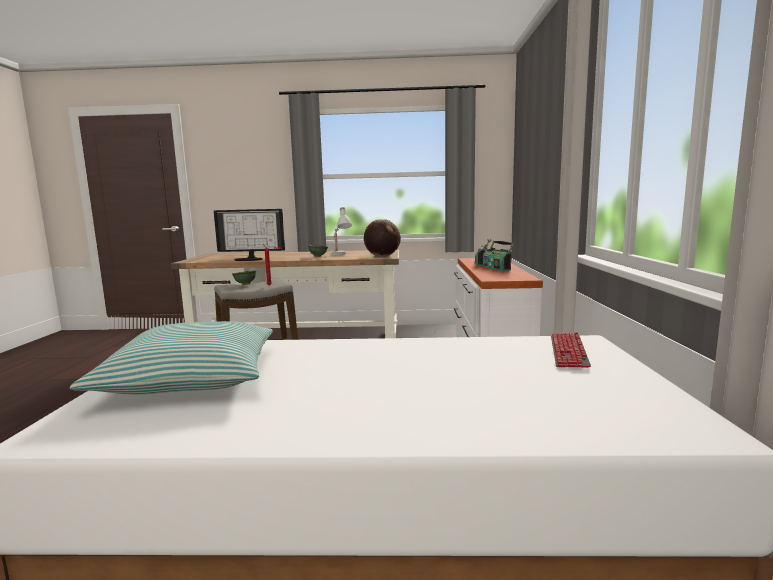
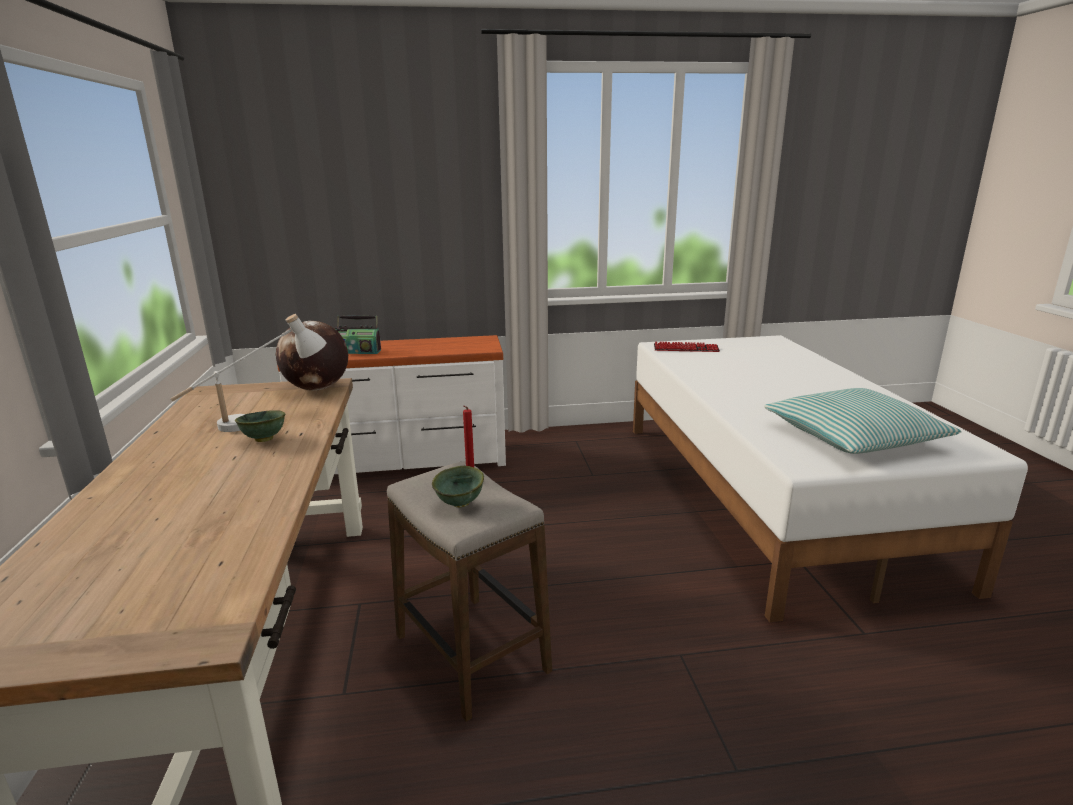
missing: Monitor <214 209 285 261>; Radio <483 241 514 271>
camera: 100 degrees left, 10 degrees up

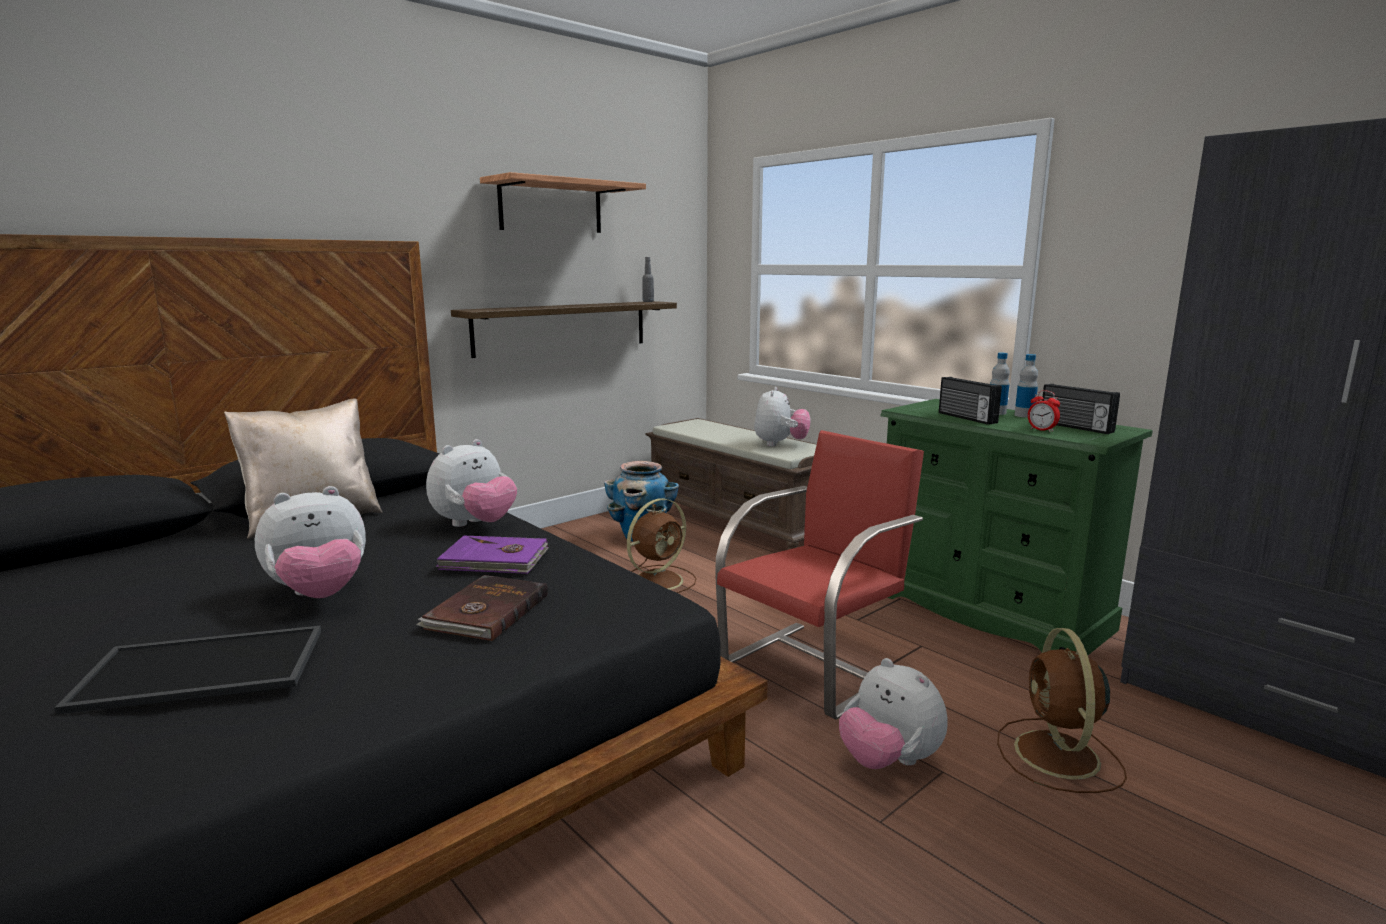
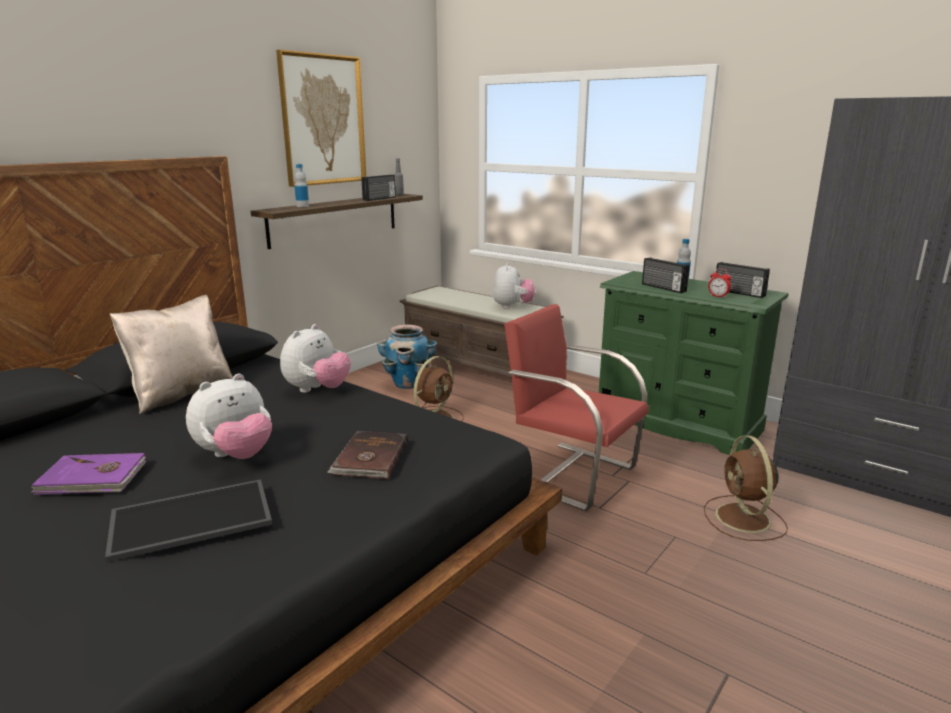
missing: Plüschtier <839 658 948 769>
appeared: Radio <362 175 396 201>
relocated: Buch [lila] <436 536 549 574> to <31 453 146 495>; Flasche <1015 354 1038 418> to <295 164 309 207>
exchanged: Wandregal <480 172 646 233> to Bild <276 50 366 187>
spun: Stuhl [rot] <716 430 924 720> = <504 304 649 511> 90 degrees counterclockwise
camera: 10 degrees left, 5 degrees up

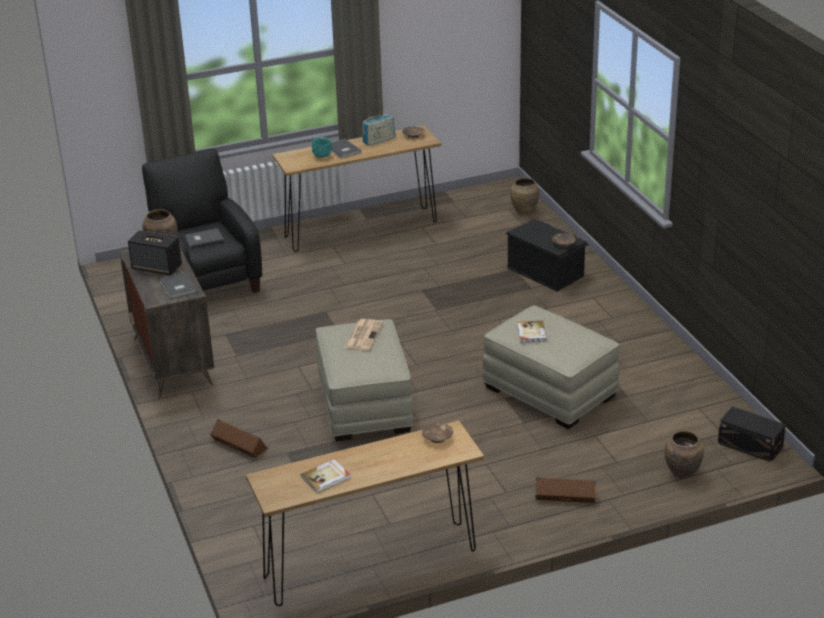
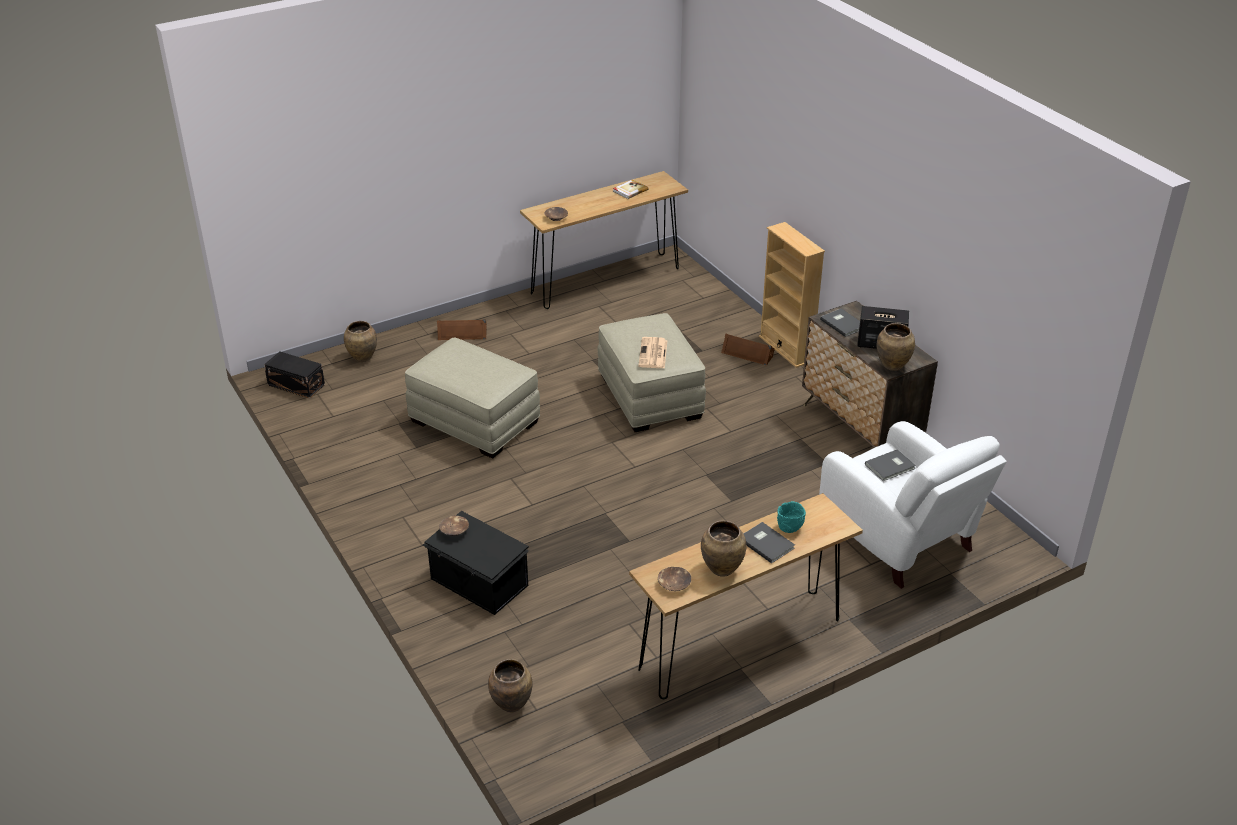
missing: Buch <517 320 547 342>
appeared: Bücherregal [beige] <759 222 825 368>
exchanged: Radio <362 115 395 146> to Vase [braun] <701 521 746 577>
colour: Sessel [schwarz] <142 148 262 293> to Sessel [weiß] <819 421 1007 589>
camera: 170 degrees right, 5 degrees up

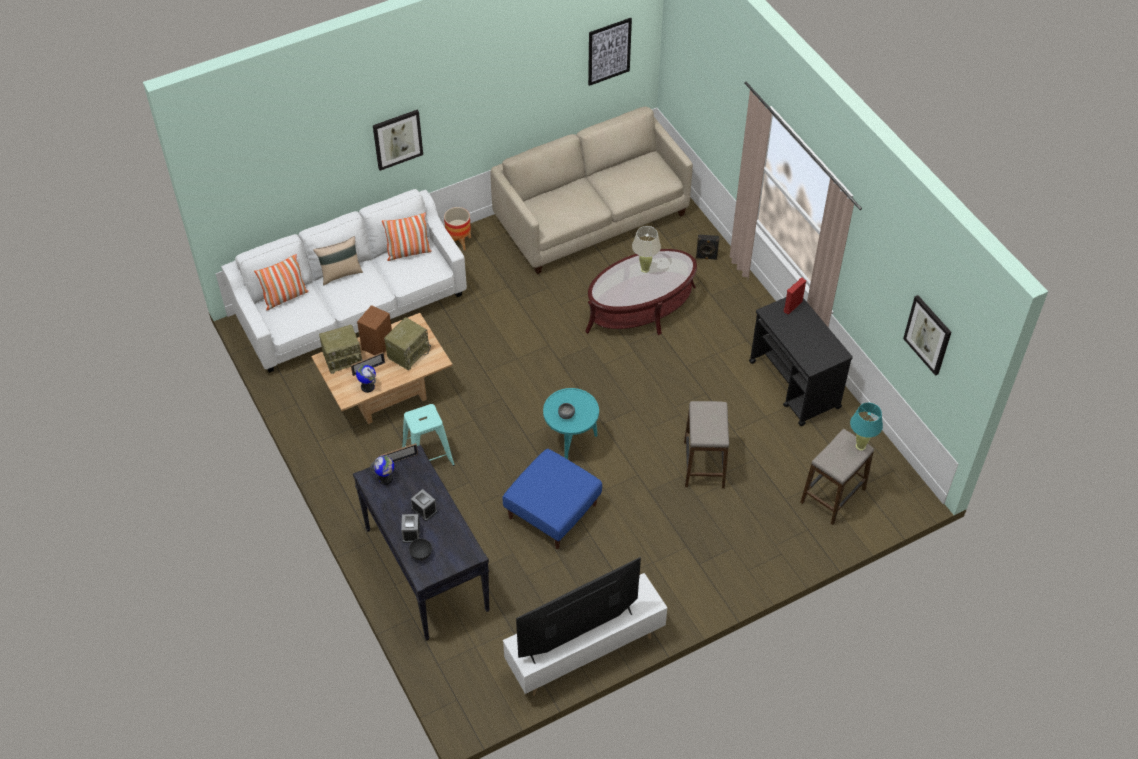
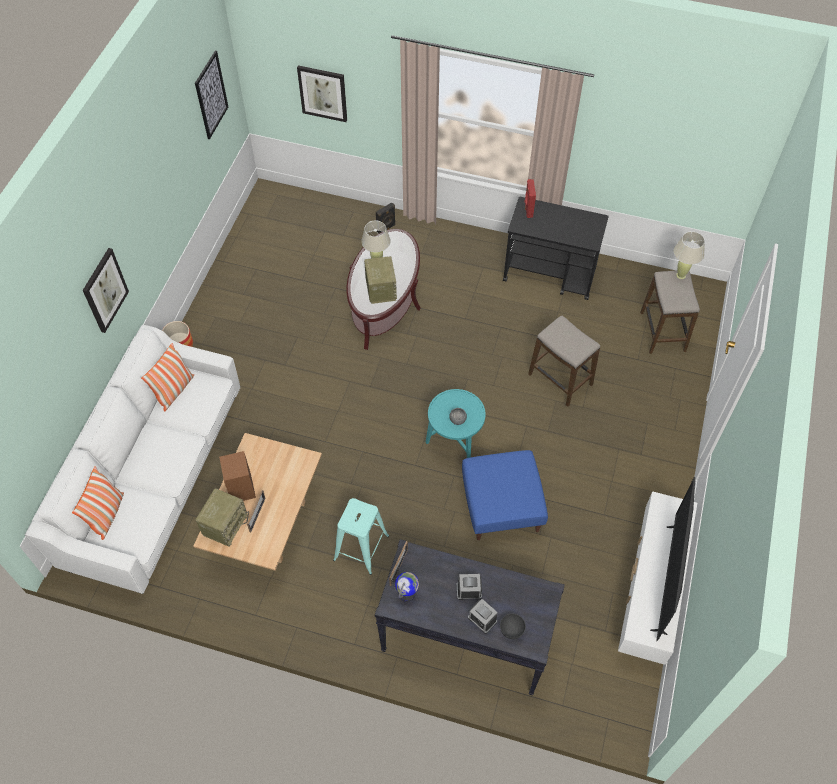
missing: Kissen [beige] <313 236 363 285>; Globus <356 364 376 393>; Sofa [beige] <491 107 693 274>
relocated: Radio <384 317 431 370> to <364 256 397 304>; Bild <903 295 951 376> to <297 65 347 122>
colour: Tischlampe [türkis] <850 403 883 451> to Tischlampe [beige] <674 231 705 279>
camera: 45 degrees left, 5 degrees up

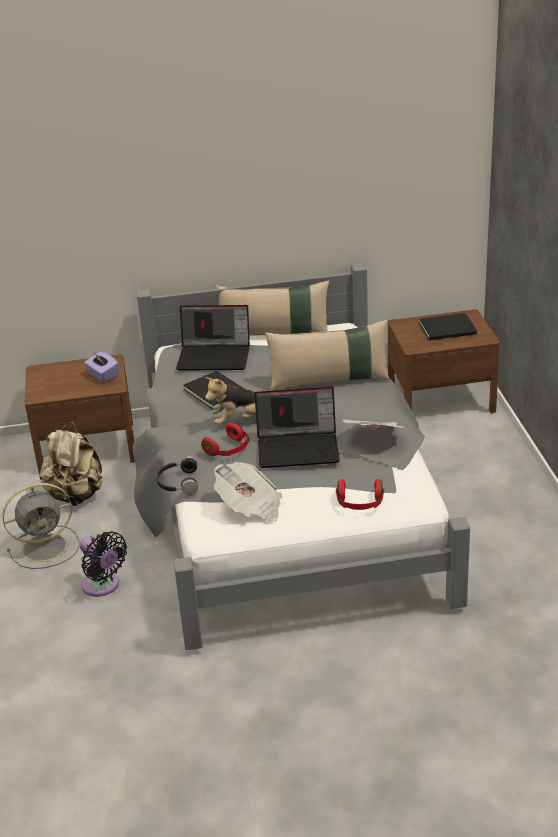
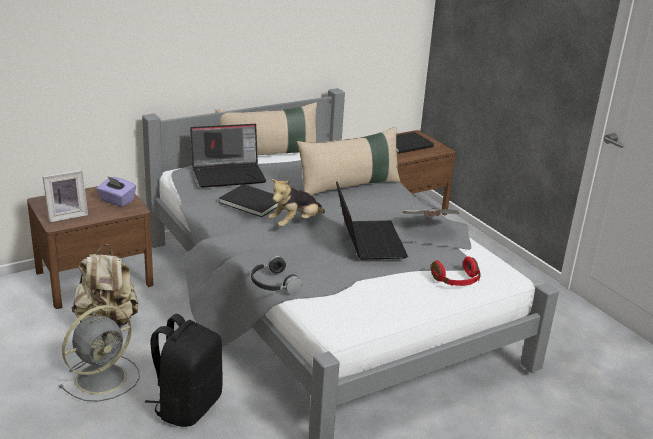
missing: Kopfhörer [rot] <201 423 250 456>; Zeitung <214 462 282 522>
appeared: Bilderrahmen <42 170 88 222>
exchanged: Ventilator [schwarz] <80 531 127 597> to Rucksack [schwarz] <145 314 222 427>
spun: Laptop <254 387 340 468> = <336 182 408 260> 75 degrees counterclockwise
camera: 25 degrees left, 5 degrees down

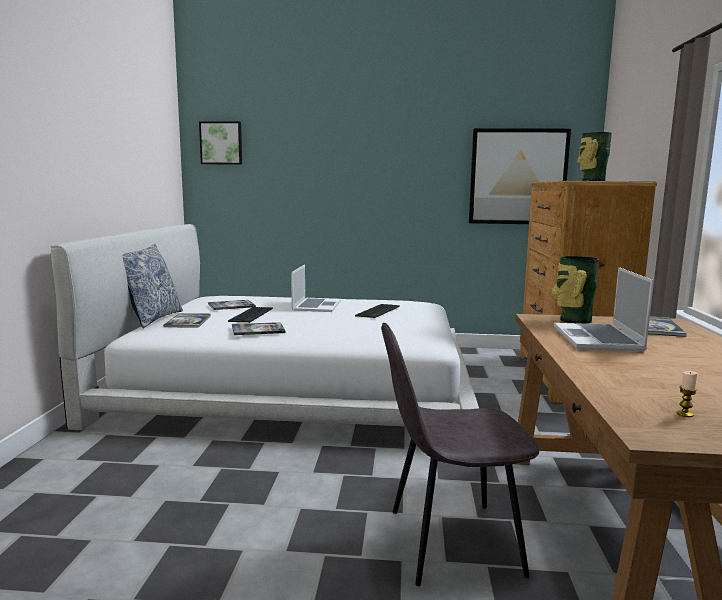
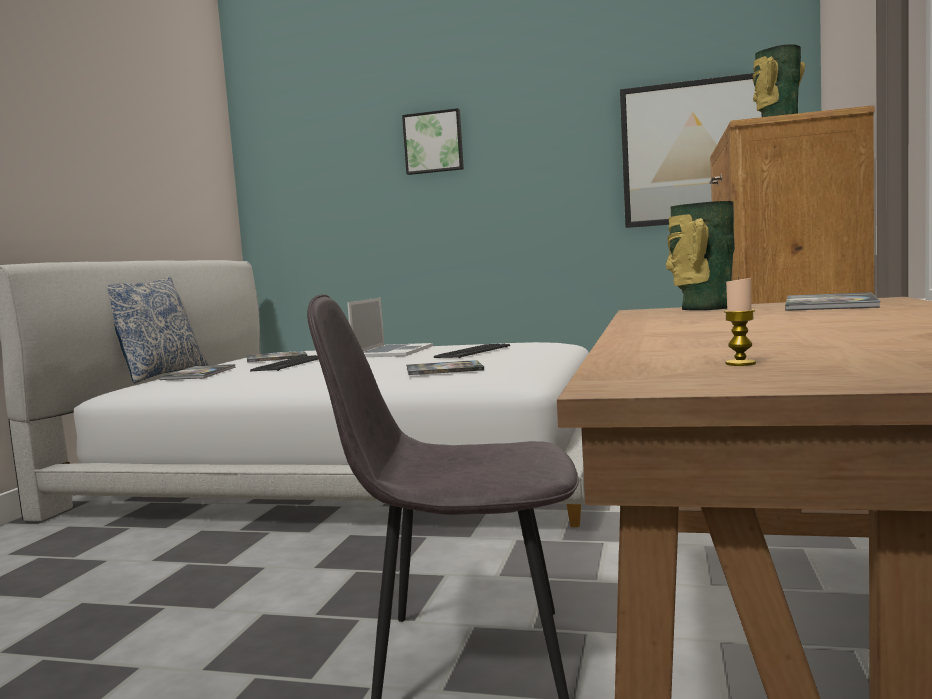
missing: Laptop <554 267 654 352>
relocated: Bild <199 121 242 165> to <402 108 464 175>; Buch <232 322 286 335> to <406 360 484 375>
camera: 10 degrees right, 5 degrees down

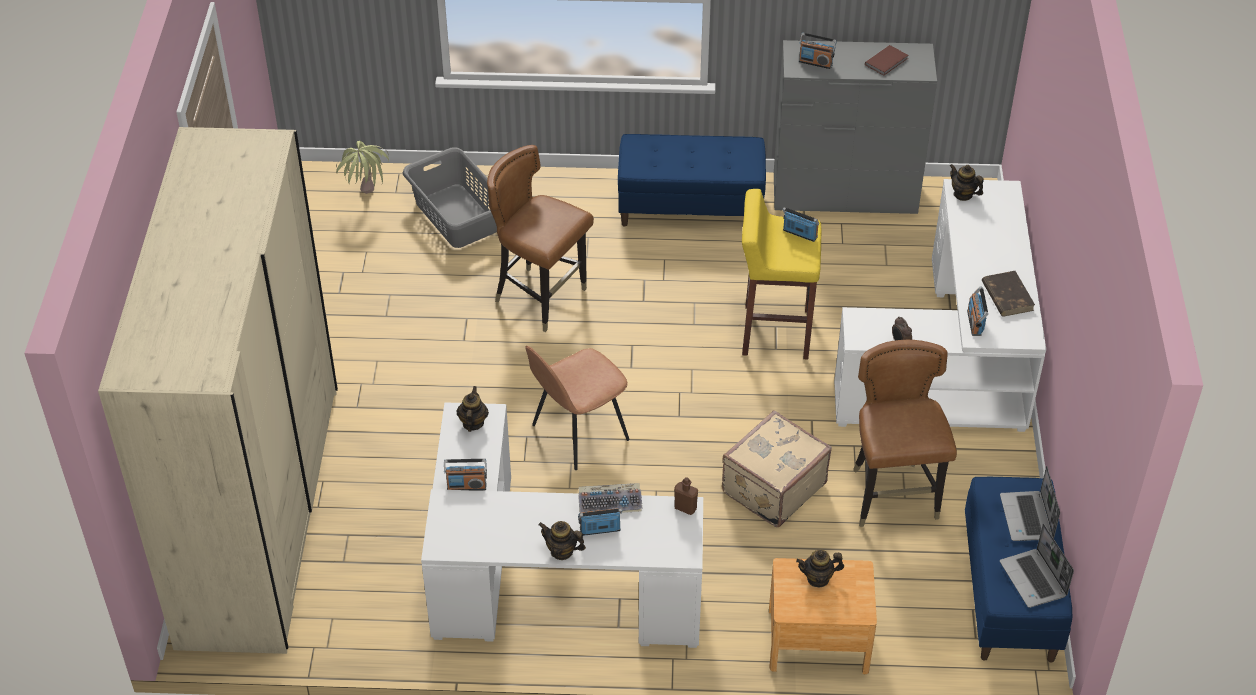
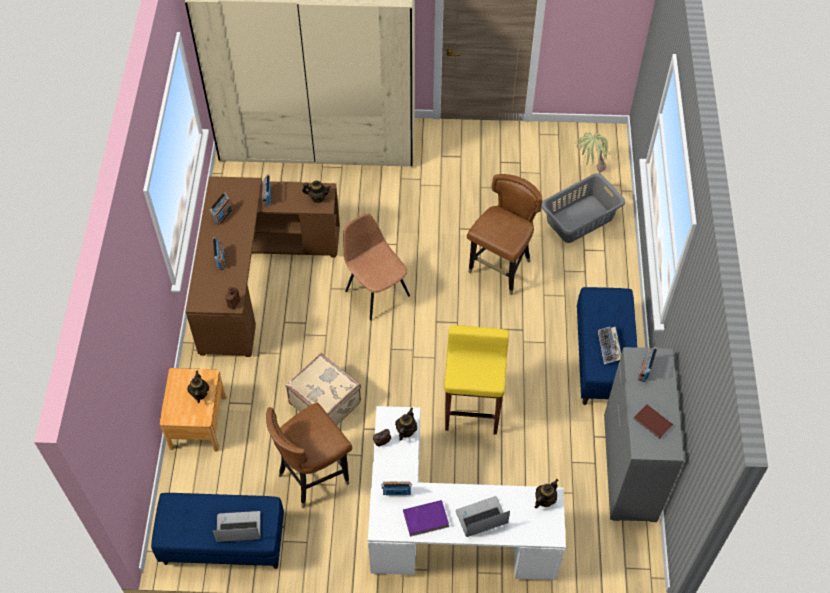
relocated: Teekanne <538 521 586 560> to <395 408 417 441>; Tastatur <578 483 643 513> to <598 327 621 364>; Radio <782 207 819 242> to <210 192 233 225>; Laptop <1000 524 1074 608> to <456 496 510 537>
colour: Schreibtisch [weiß] <421 402 703 648> to Schreibtisch [braun] <185 176 340 357>; Buch [braun] <982 271 1035 317> to Buch [lila] <403 500 449 537>
spun: Stuhl [braun] <853 340 957 527> = <266 402 352 508> 150 degrees clockwise
camera: 90 degrees right, 10 degrees up

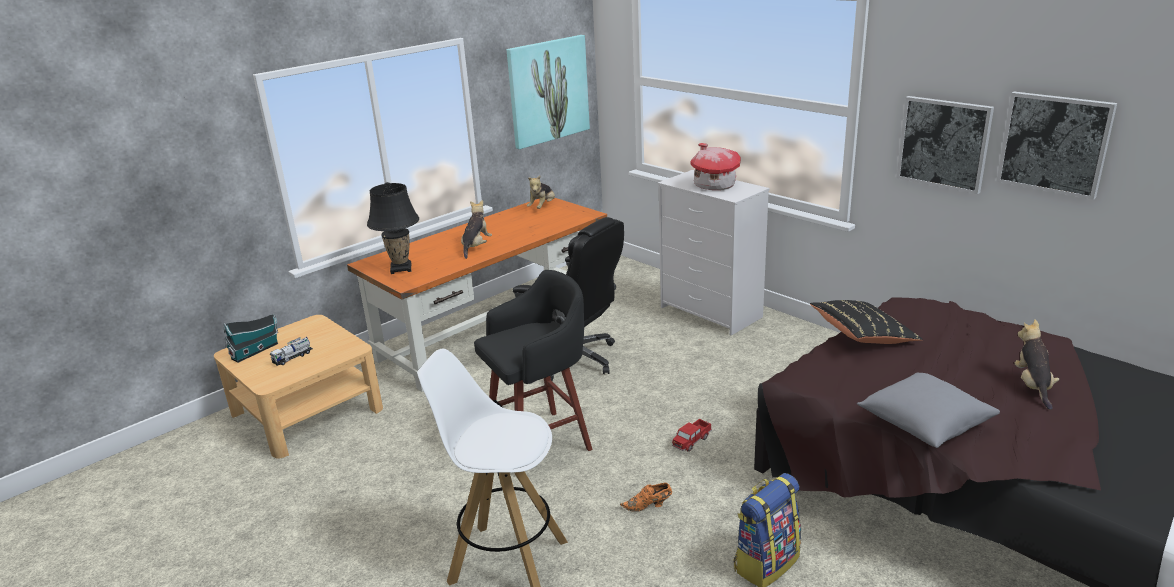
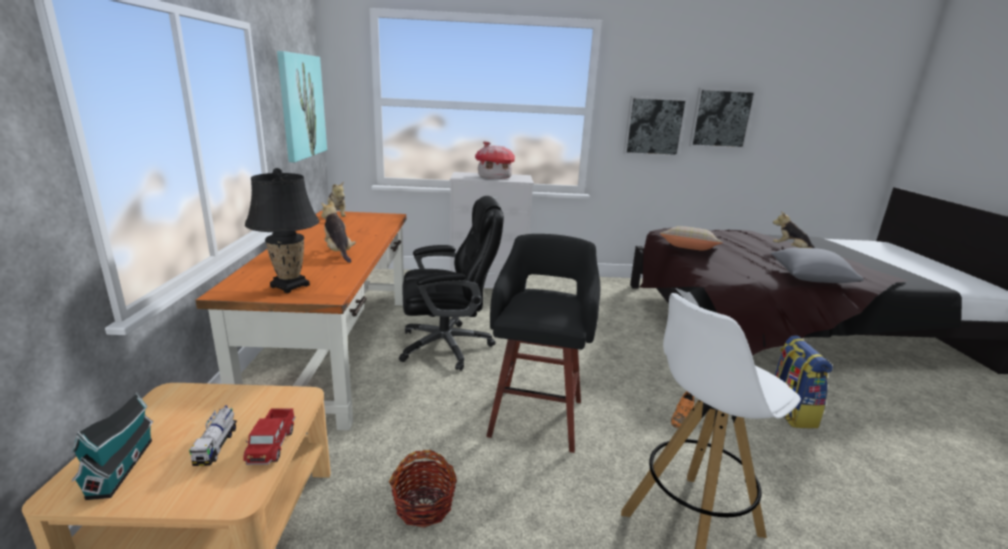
appeared: Korb <389 450 457 528>
relocated: Spielzeuglaster <672 419 712 452> to <243 408 295 465>
colour: Kissen [schwarz] <810 300 923 344> to Kissen [beige] <660 226 723 251>
camera: 50 degrees left, 5 degrees down

